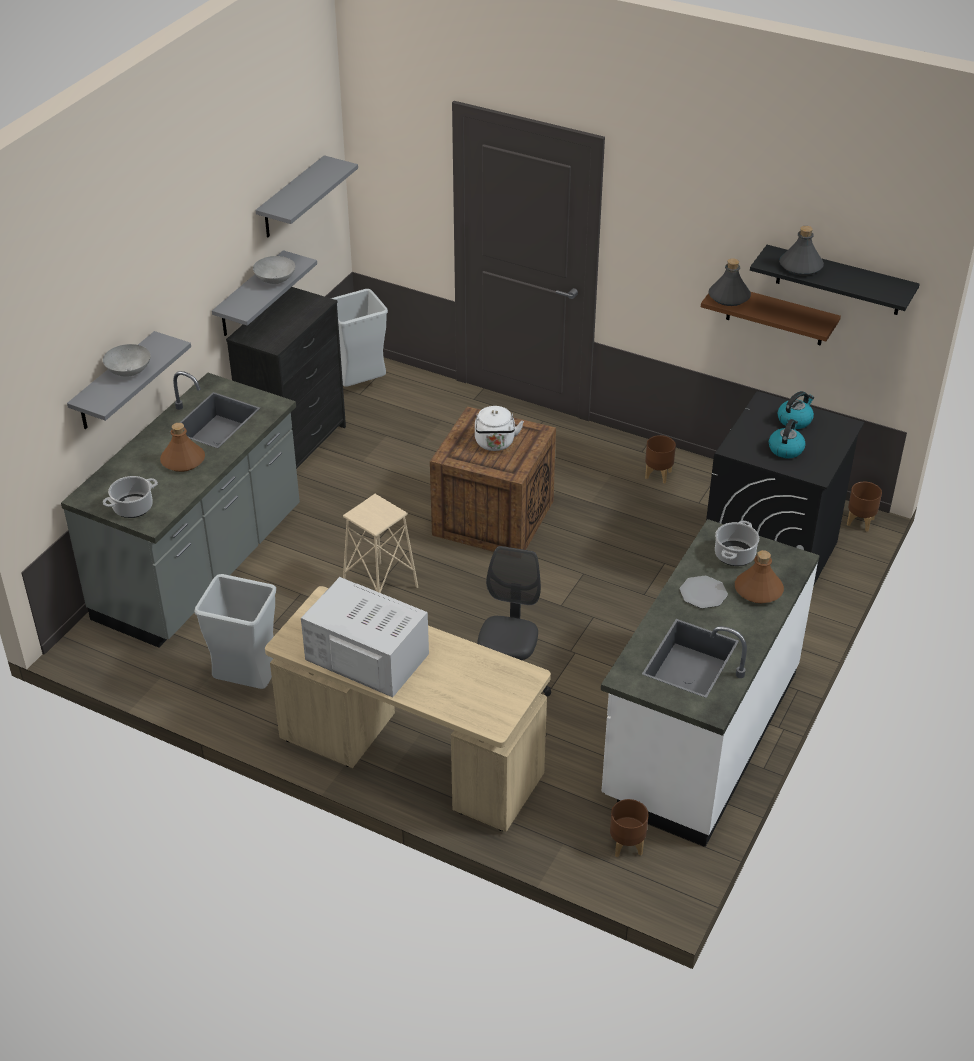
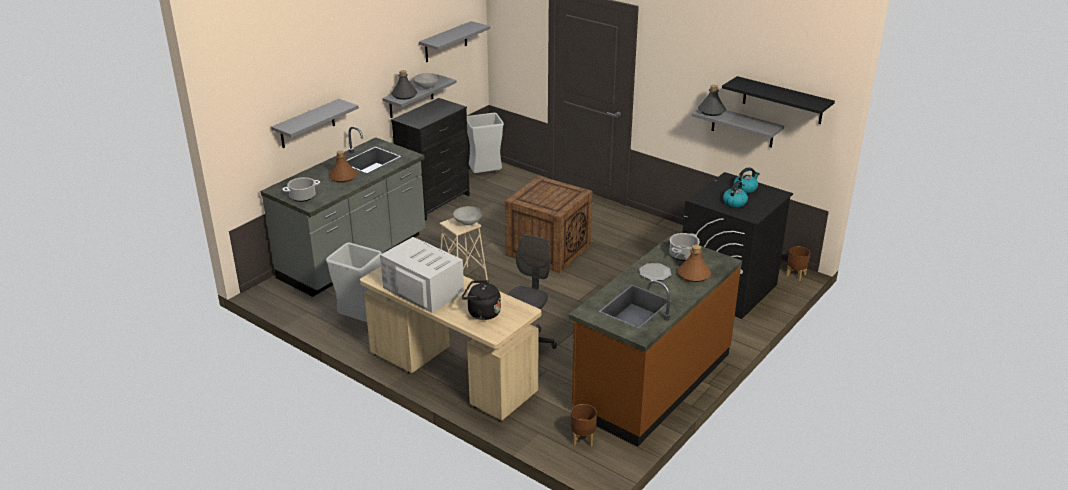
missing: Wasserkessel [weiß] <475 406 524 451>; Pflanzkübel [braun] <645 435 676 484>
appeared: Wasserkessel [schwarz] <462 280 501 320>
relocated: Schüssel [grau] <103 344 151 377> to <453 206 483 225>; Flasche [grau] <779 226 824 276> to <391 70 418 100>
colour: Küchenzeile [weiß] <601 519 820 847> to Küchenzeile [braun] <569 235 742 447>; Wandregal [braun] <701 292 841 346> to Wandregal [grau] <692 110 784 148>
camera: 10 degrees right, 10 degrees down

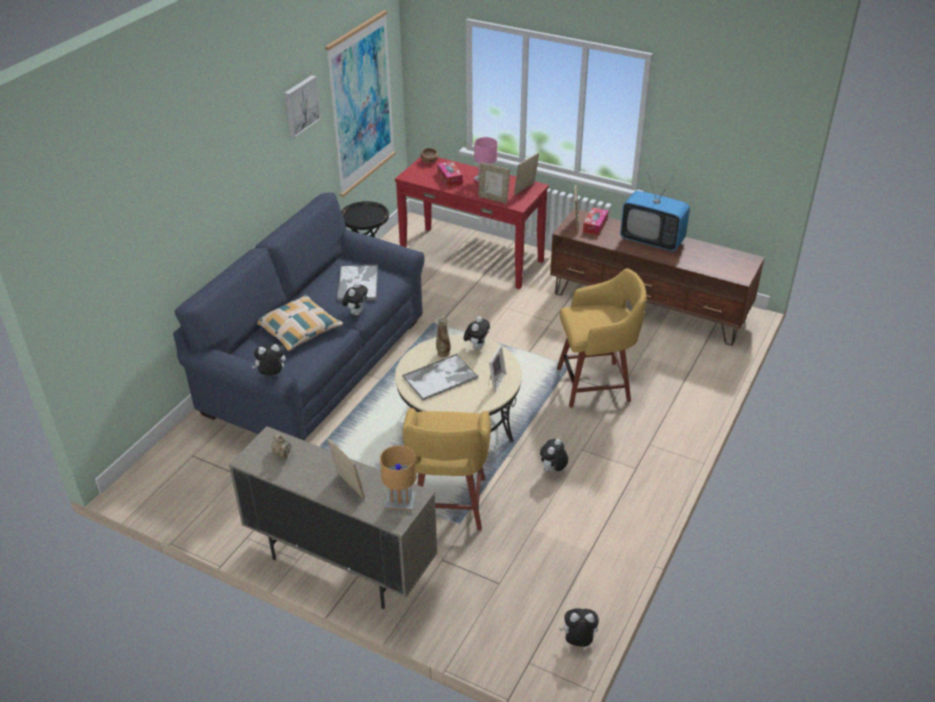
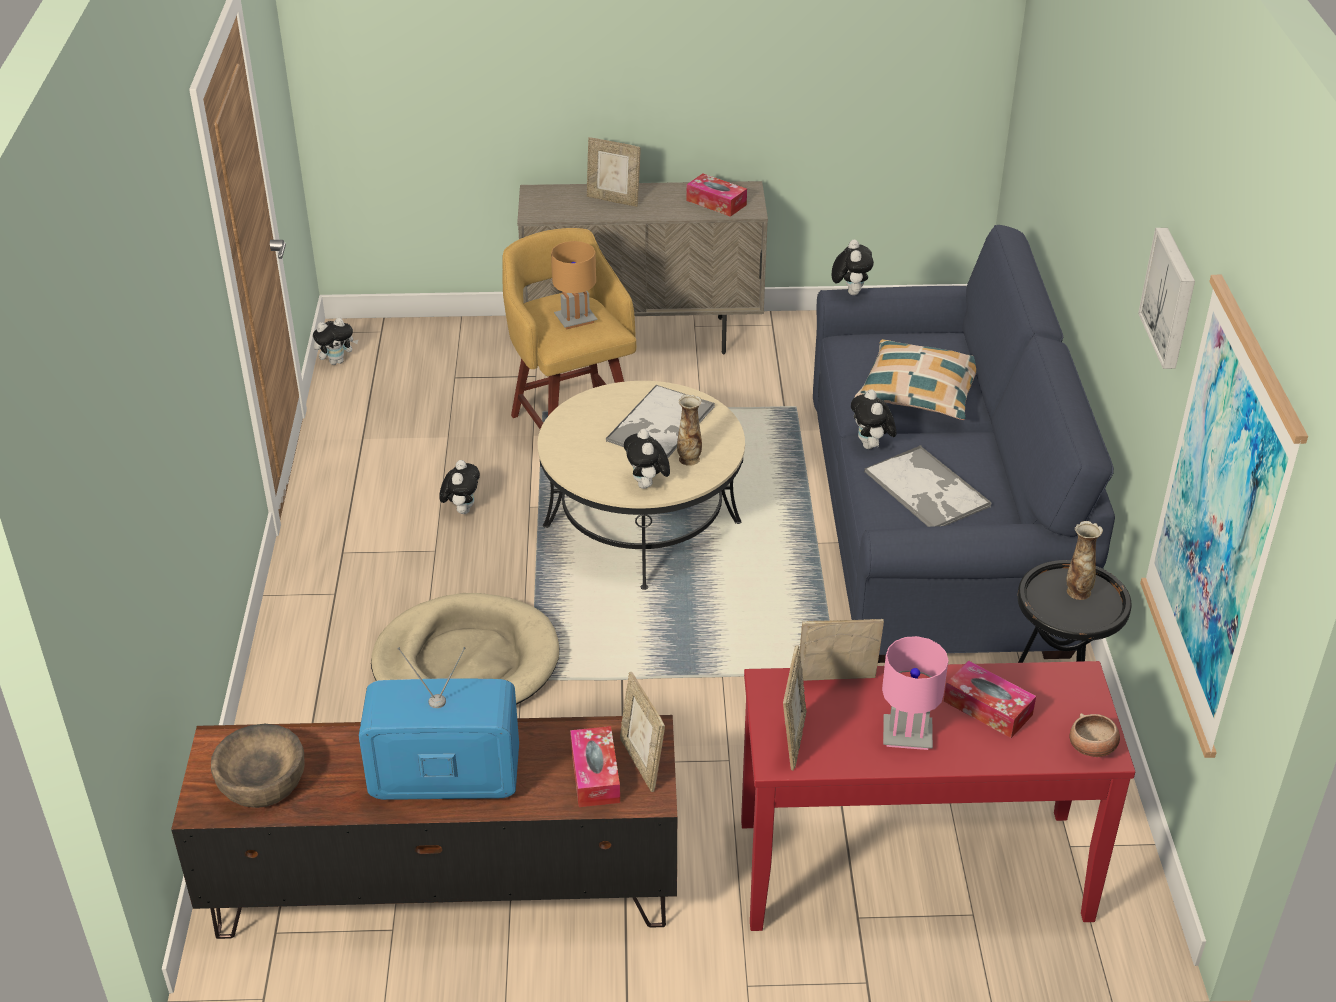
missing: Bilderrahmen <489 345 506 392>
appeared: Schüssel [braun] <211 724 304 808>; Vase <1066 521 1103 600>
relocated: Tischlampe [braun] <380 445 416 510> to <551 241 598 329>
exchanged: Teekanne [beige] <271 433 291 459> to Taschentuchbox <686 174 747 217>; Hocker [gelb] <557 268 647 408> to Hundebett [beige] <371 593 559 705>
spun: Plüschtier <252 344 286 376> = <832 240 874 295> 45 degrees counterclockwise
camera: 150 degrees right, 0 degrees up

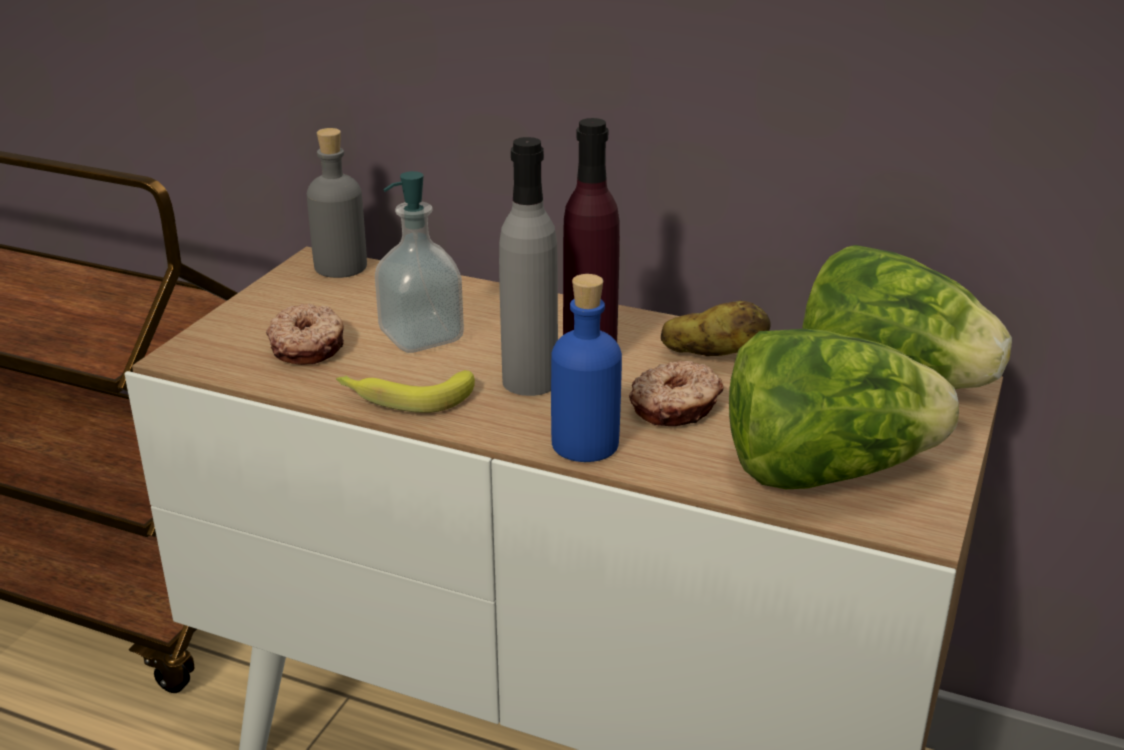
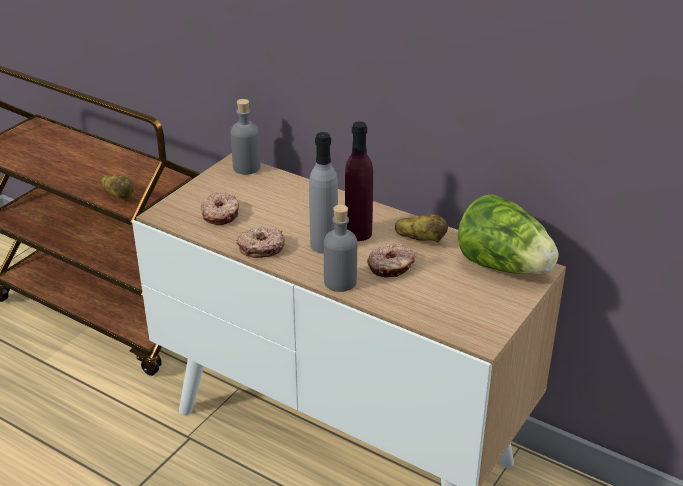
missing: Seifenspender <375 171 464 353>; Salatkopf <729 329 959 489>
appeared: Kartoffel <101 175 134 200>
exchanged: Banane <336 370 475 413> to Donut <236 226 285 258>
colour: Flasche [blau] <551 274 622 462> to Flasche [grau] <324 205 357 292>
camera: 10 degrees right, 5 degrees up

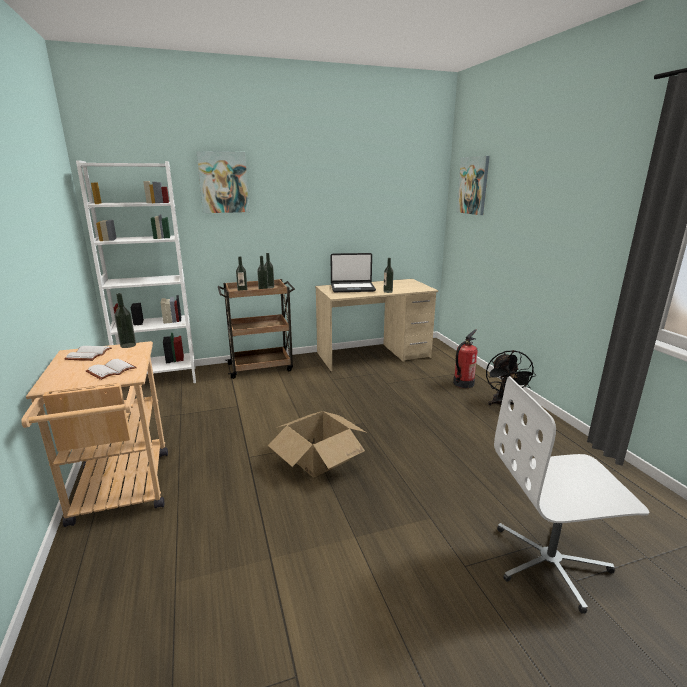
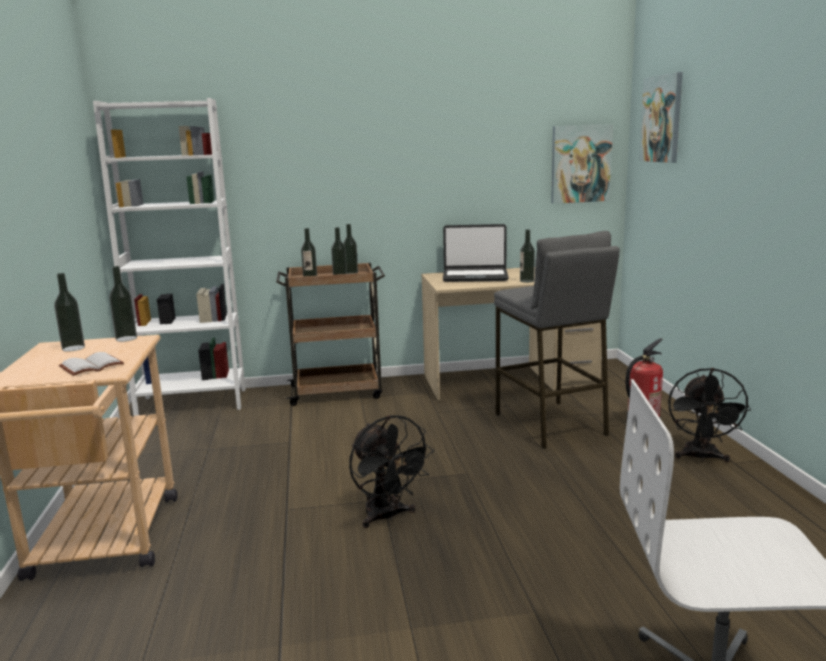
appeared: Hocker [grau] <494 231 620 449>
relocated: Bild <196 151 250 213> to <551 124 613 204>
exchanged: Buch [weiß] <65 346 112 361> to Flasche <54 273 85 352>; Karton <268 411 367 478> to Ventilator [schwarz] <349 415 434 528>
camera: 10 degrees right, 5 degrees down

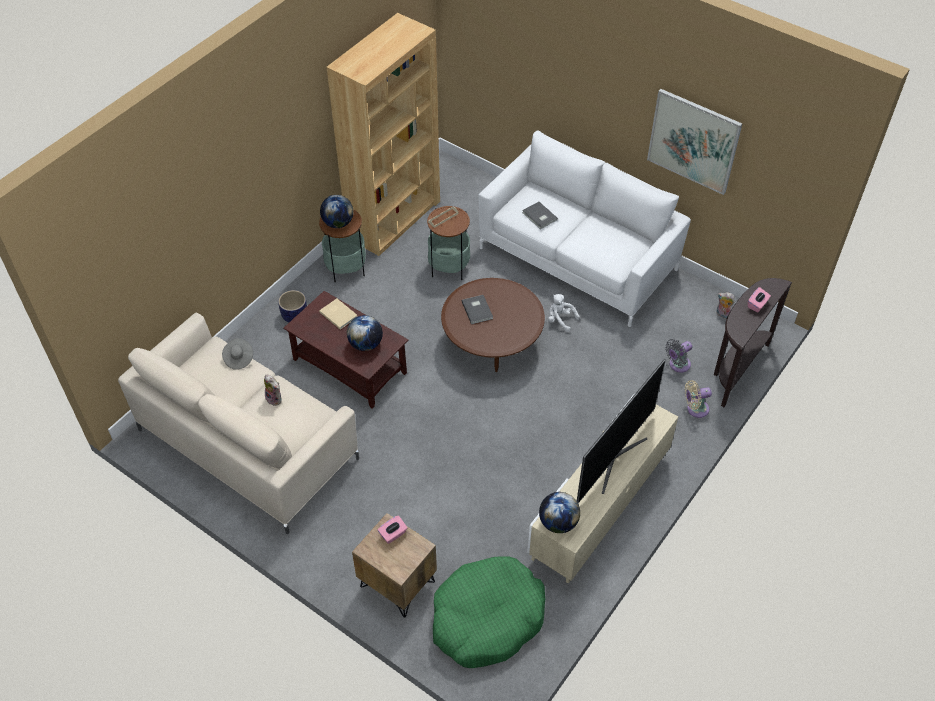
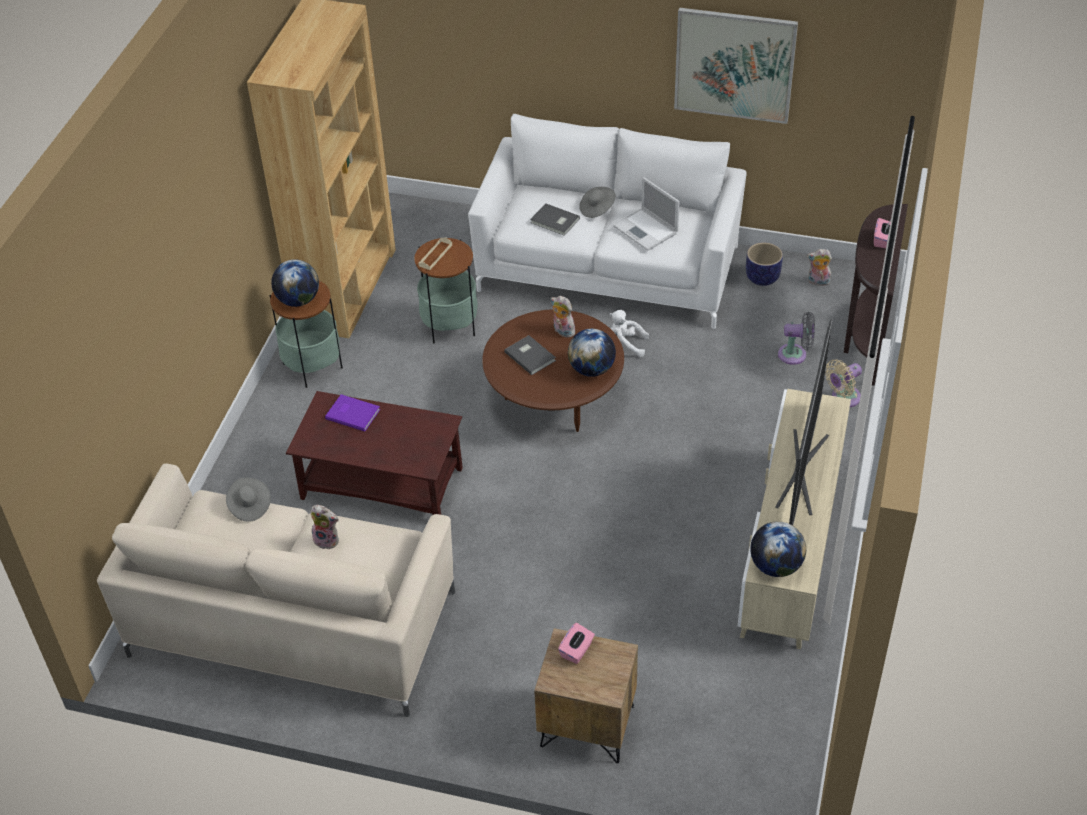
missing: Hundebett [grün] <433 556 545 668>
appeared: Plüschtier <551 296 575 337>; Hut [grau] <579 187 616 218>; Laptop <613 177 680 251>
relocated: Pflanzkübel <278 290 307 323> to <746 242 783 286>; Globus <347 315 383 351> to <568 329 616 377>
colour: Buch [beige] <319 299 357 330> to Buch [lila] <325 394 380 431>
spun: Ventilator [grau] <665 339 692 372> = <778 312 815 365> 120 degrees counterclockwise
camera: 20 degrees left, 5 degrees down

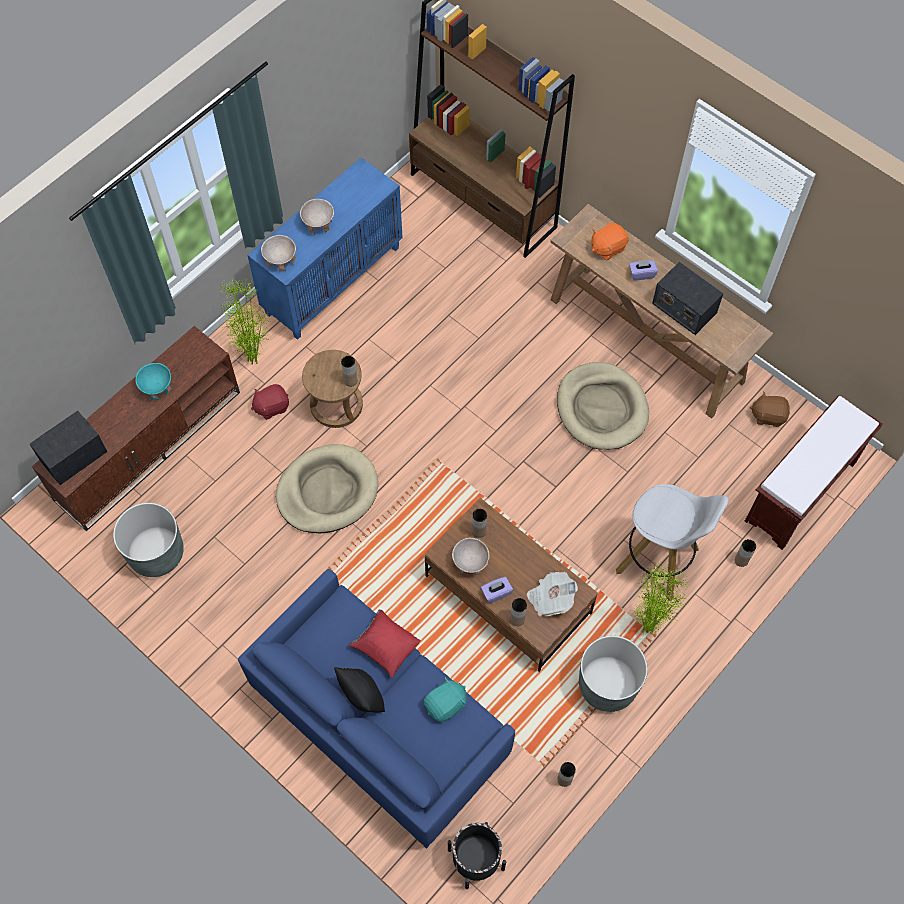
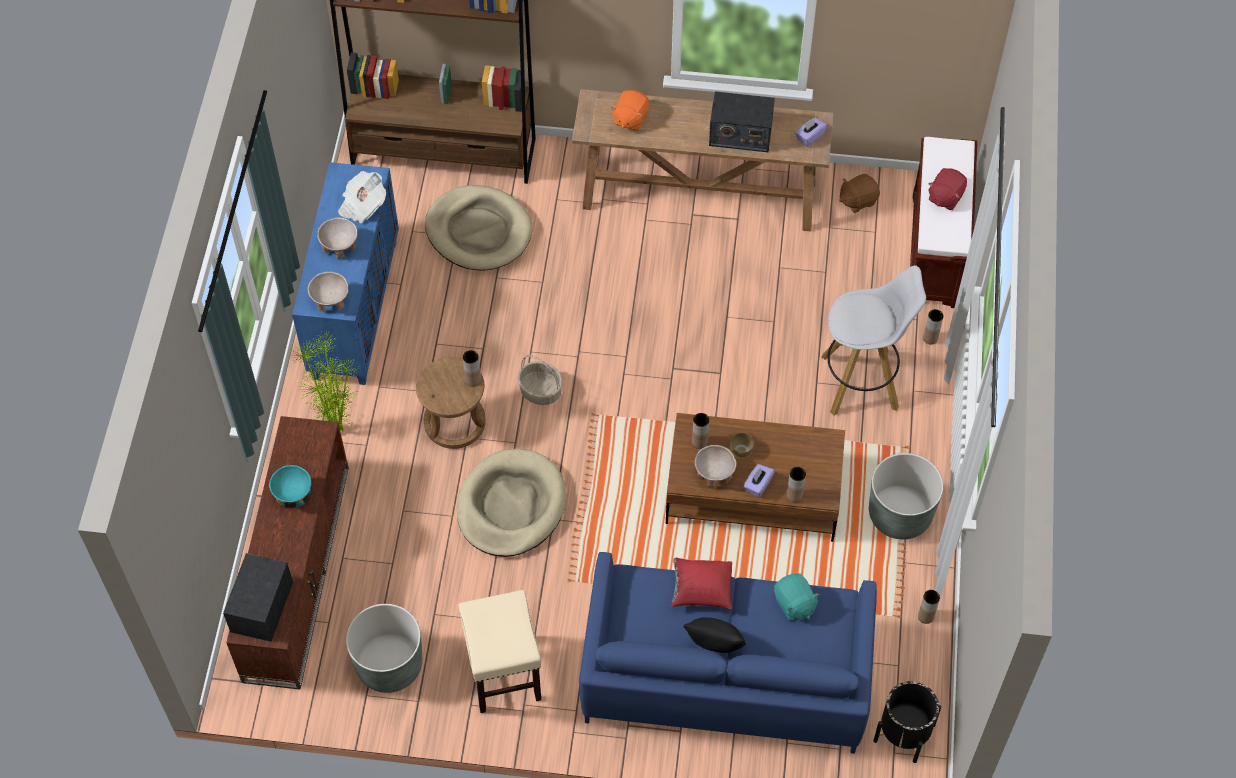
missing: Topfpflanze <631 562 689 635>
appeared: Hocker [beige] <458 590 541 713>; Korb <517 355 563 405>; Schüssel [braun] <730 433 754 457>
relocated: Plüschtier [rot] <251 384 289 420> to <928 168 967 210>; Zeitung <527 572 578 617> to <338 171 386 223>; Hundebett [beige] <557 362 649 450> to <425 185 533 270>; Taschentuchbox [lila] <629 260 658 281> to <795 118 827 147>
spun: Plüschtier [türkis] <424 677 466 722> = <774 573 820 620> 135 degrees clockwise
camera: 35 degrees left, 5 degrees down

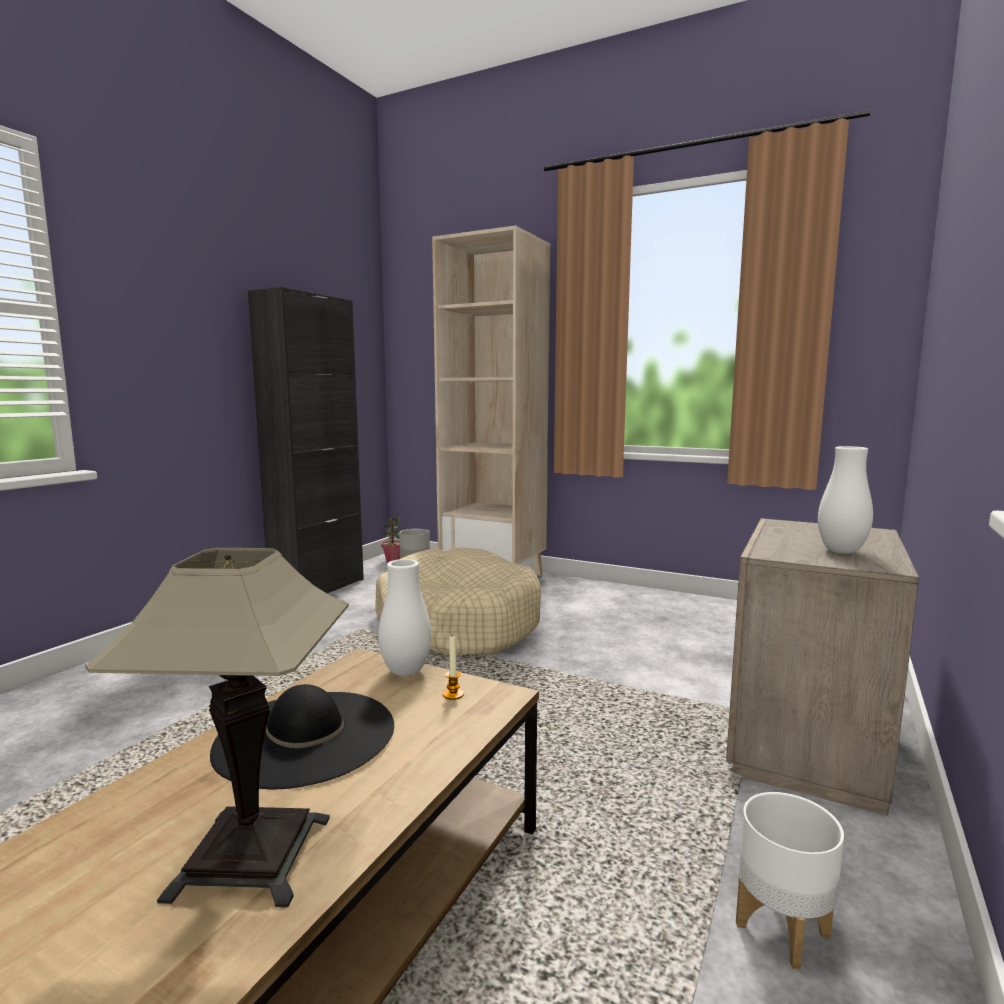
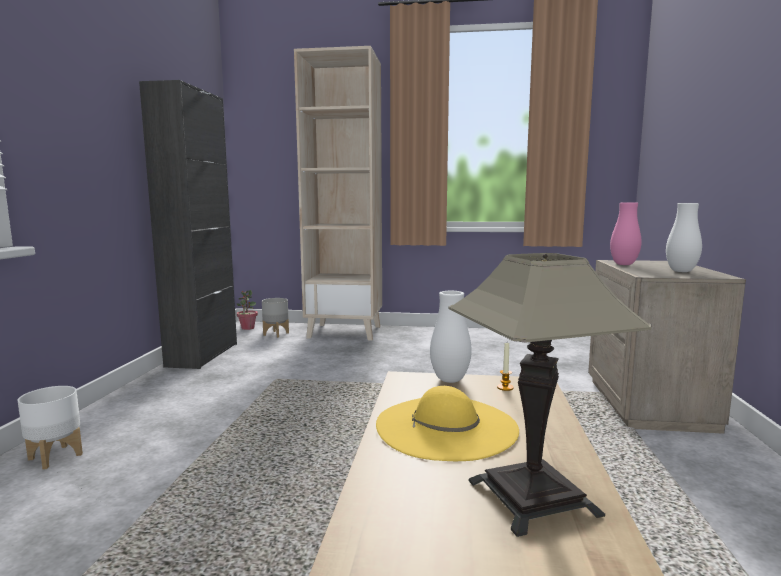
missing: Hundebett [beige] <375 547 541 656>
appeared: Vase [rosa] <610 203 642 265>
relocated: Pflanzkübel [weiß] <736 792 844 970> to <18 386 83 470>
colour: Hut [schwarz] <210 684 394 789> to Hut [gelb] <376 386 519 461>
camera: 20 degrees left, 0 degrees up

